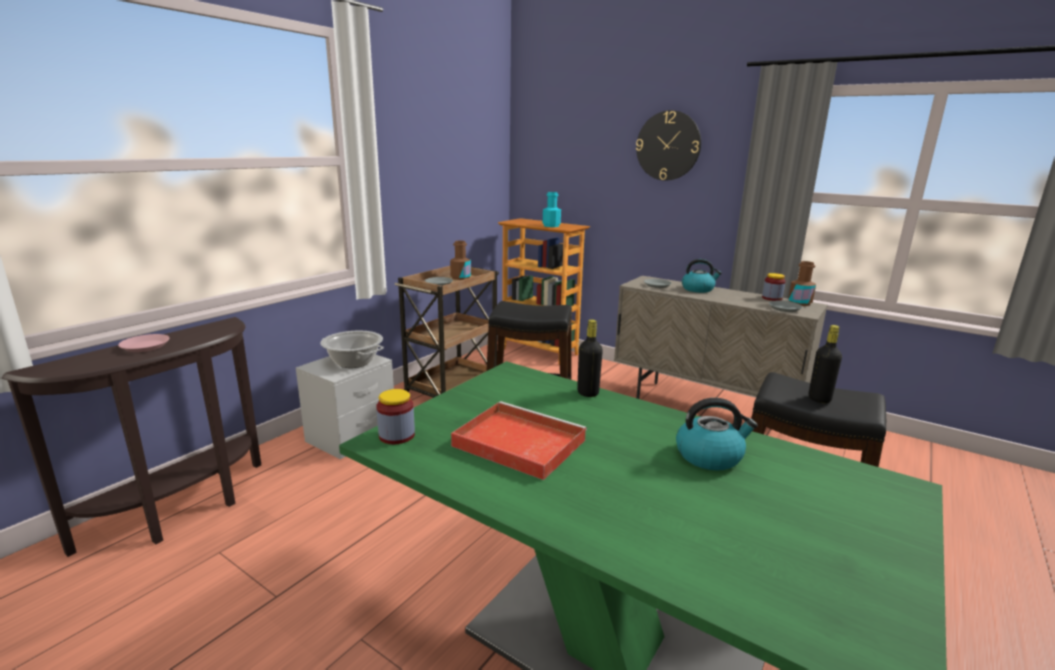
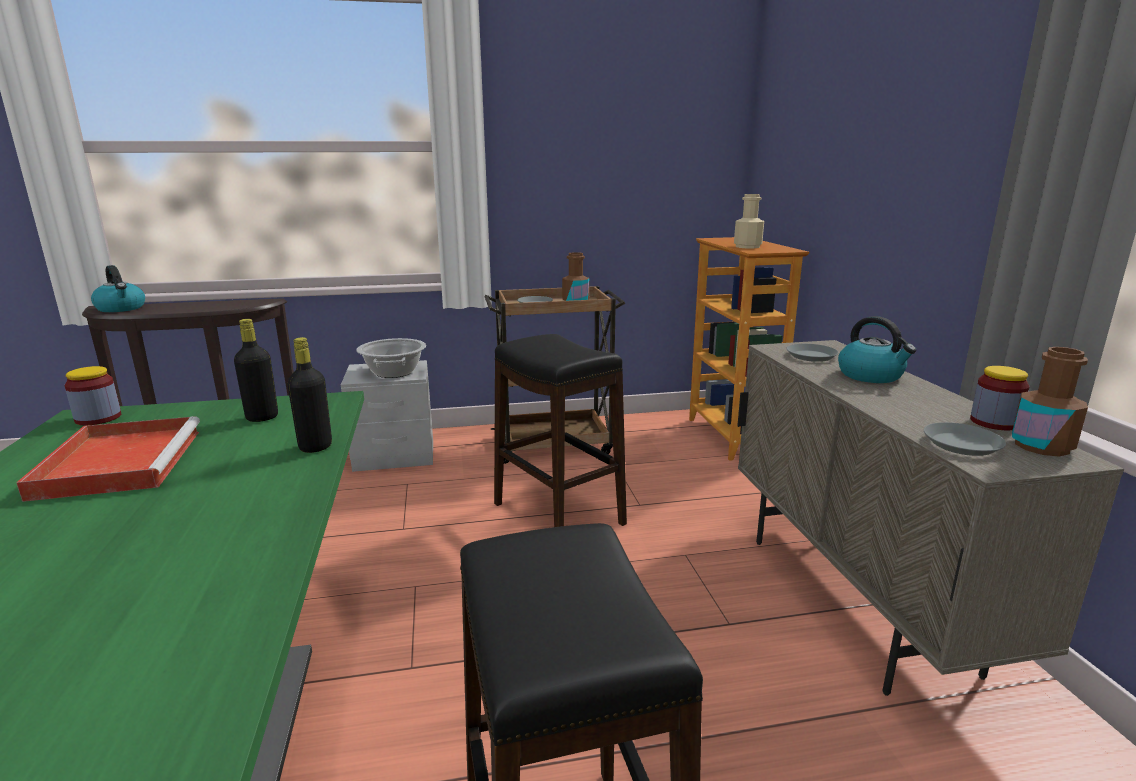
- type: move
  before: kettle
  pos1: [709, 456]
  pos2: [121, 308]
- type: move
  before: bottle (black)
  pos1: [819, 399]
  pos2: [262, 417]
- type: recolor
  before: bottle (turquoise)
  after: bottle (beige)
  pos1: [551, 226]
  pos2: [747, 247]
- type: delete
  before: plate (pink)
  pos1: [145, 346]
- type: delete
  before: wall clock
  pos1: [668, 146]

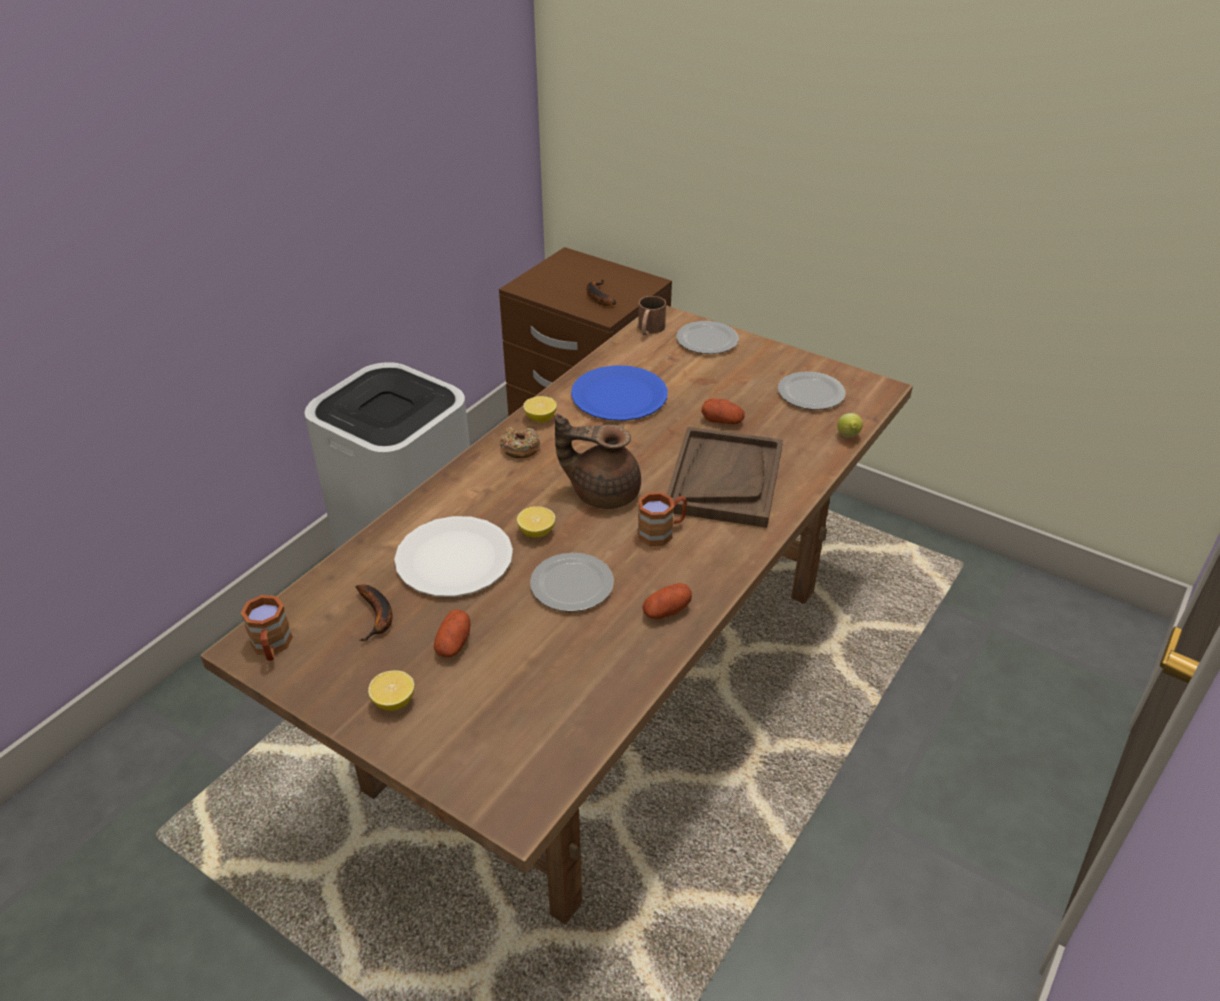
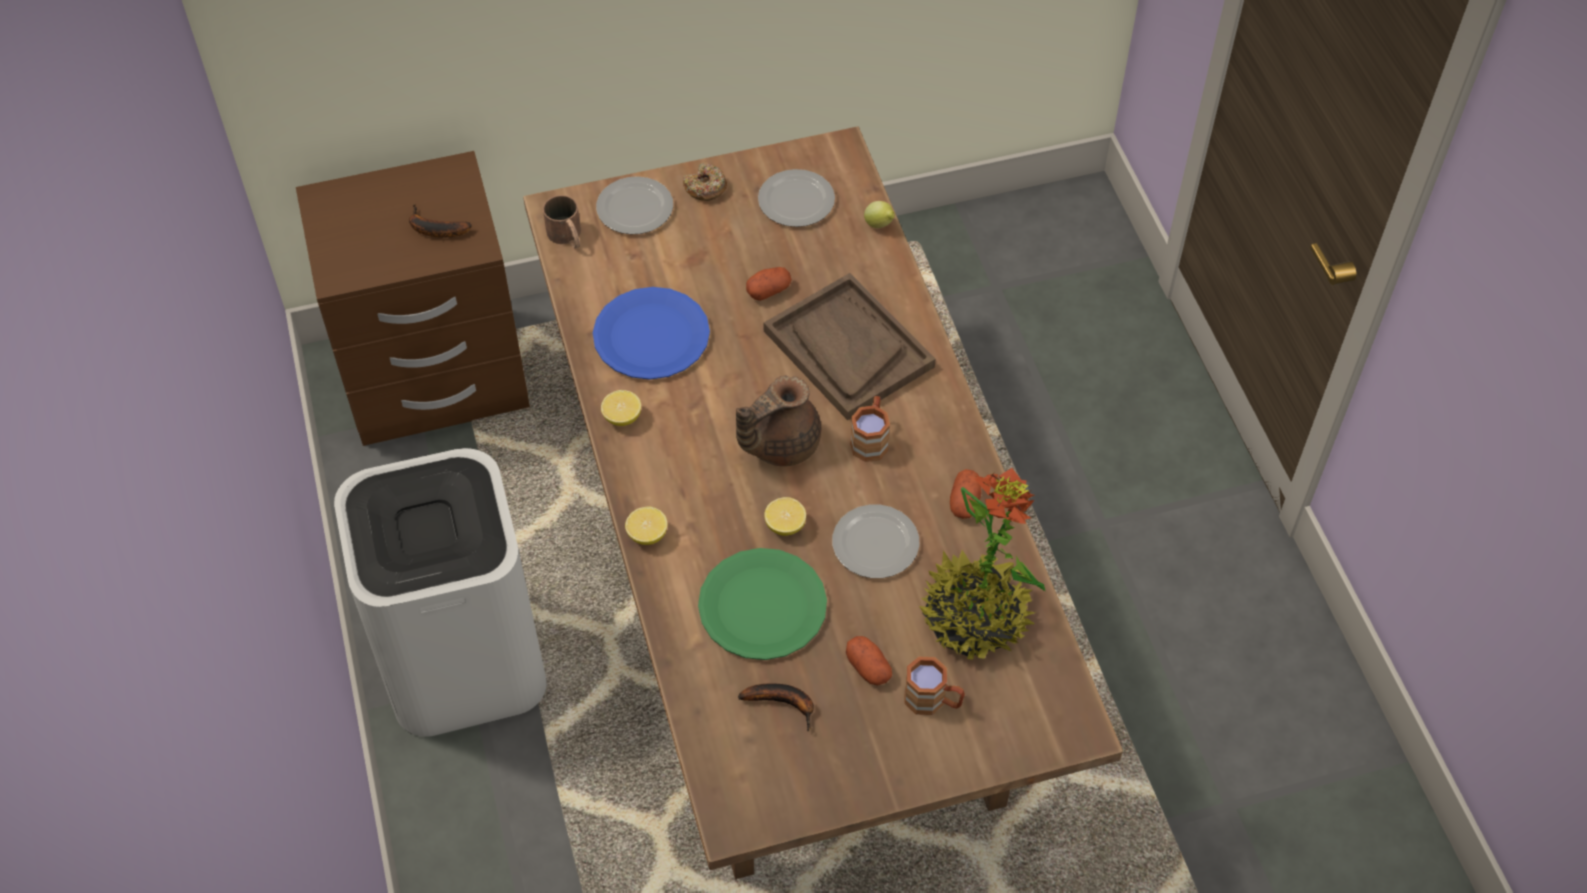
- type: move
  before: lemon
  pos1: [393, 701]
  pos2: [647, 535]
- type: move
  before: donut
  pos1: [520, 448]
  pos2: [705, 188]
- type: recolor
  before: plate (white)
  after: plate (green)
  pos1: [454, 559]
  pos2: [763, 606]
- type: move
  before: mug (brown)
  pos1: [272, 647]
  pos2: [933, 700]
- type: insert
  after: potted plant
  pos2: [975, 618]

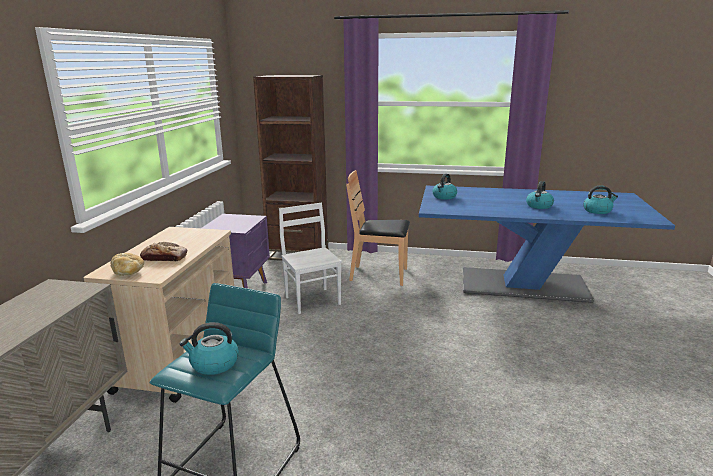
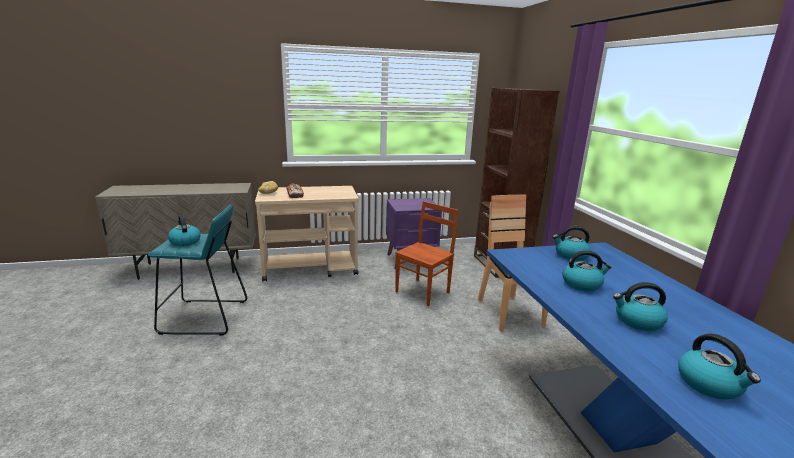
- type: recolor
  before: chair (white)
  after: chair (brown)
  pos1: [313, 300]
  pos2: [423, 292]
- type: insert
  after: kettle
  pos2: [582, 284]

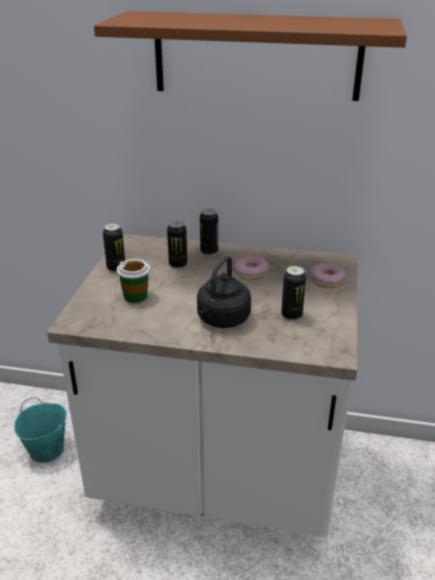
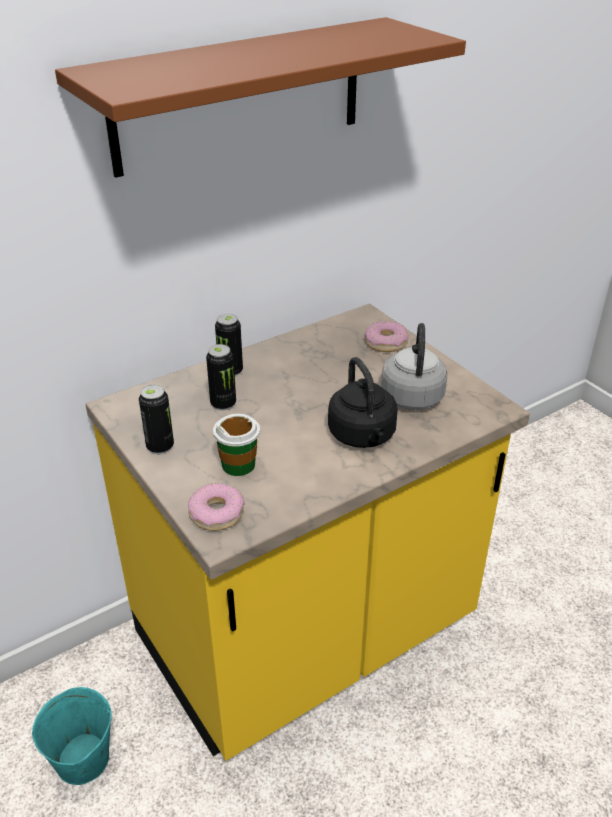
- type: recolor
  before: counter (white)
  after: counter (yellow)
  pos1: [217, 475]
  pos2: [306, 634]
- type: move
  before: donut
  pos1: [250, 272]
  pos2: [216, 513]
- type: replace
  before: can
  after: kettle (grey)
  pos1: [291, 315]
  pos2: [412, 395]

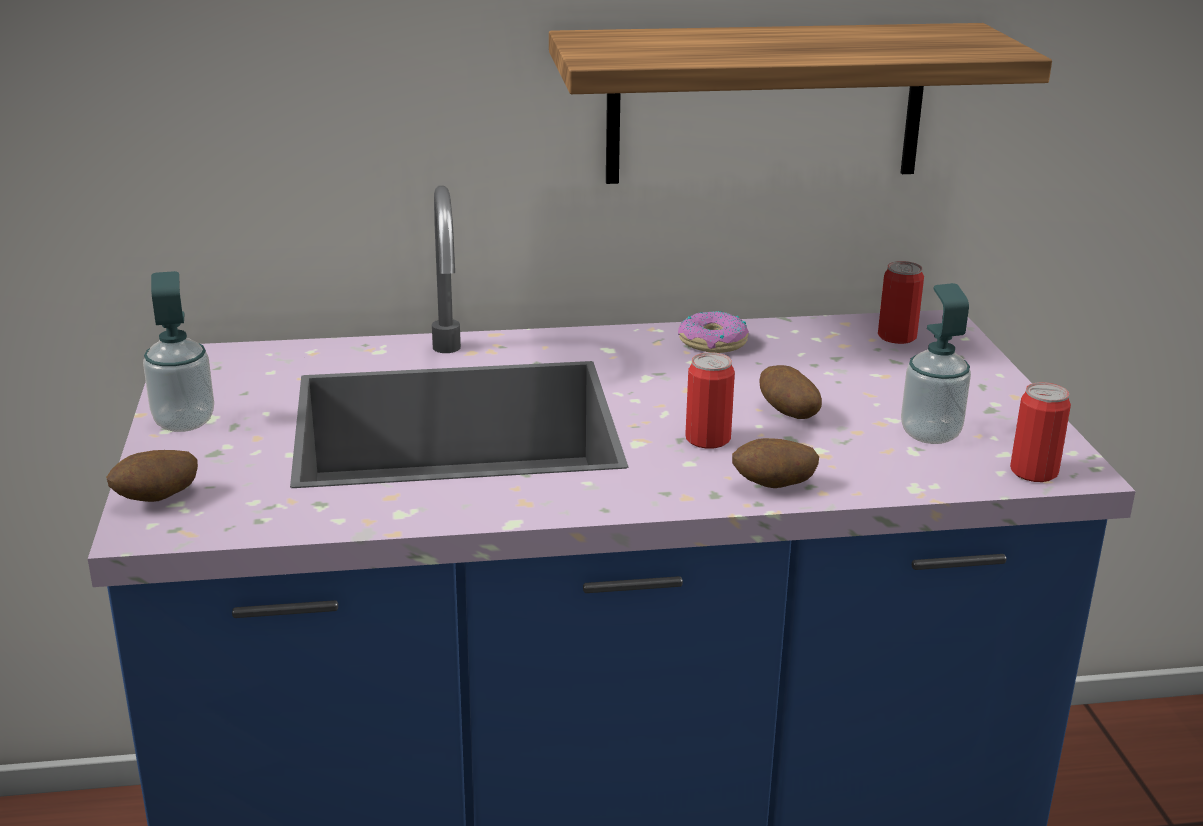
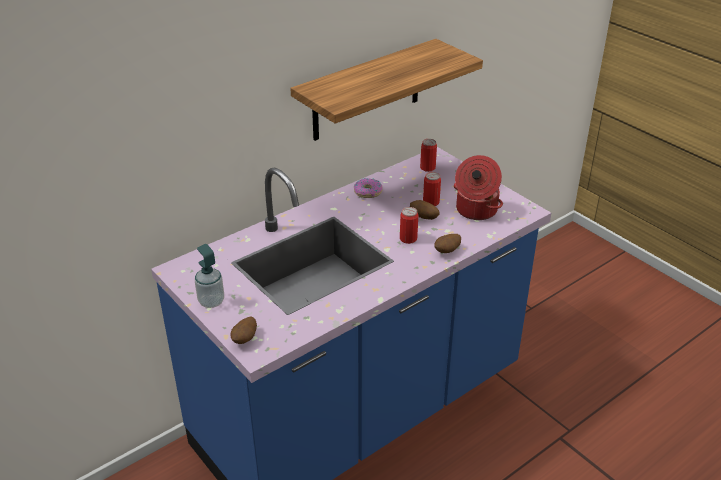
- type: move
  before: can
  pos1: [1034, 472]
  pos2: [431, 202]
- type: replace
  before: soap dispenser
  after: cooking pot
  pos1: [930, 434]
  pos2: [475, 210]

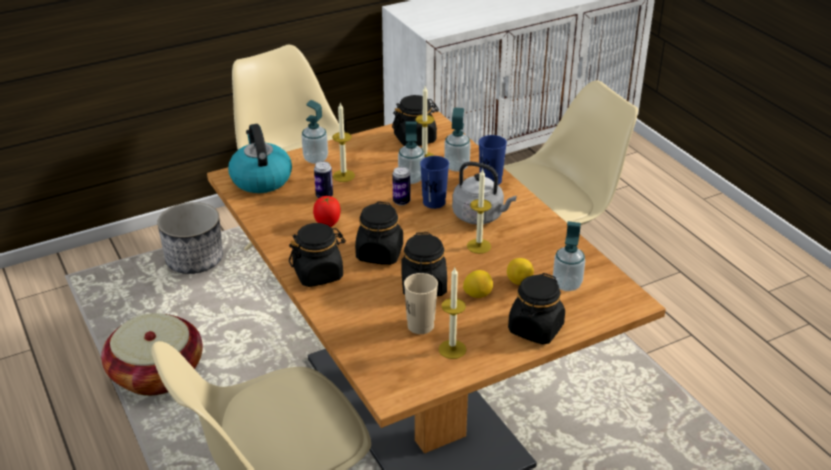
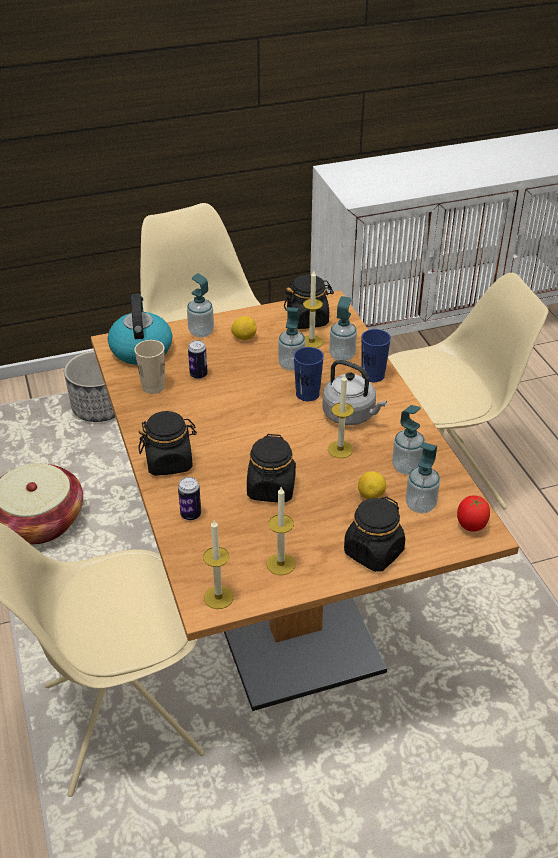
- type: move
  before: cup (beige)
  pos1: [420, 326]
  pos2: [153, 387]
- type: move
  before: can
  pos1: [401, 202]
  pos2: [191, 515]
- type: move
  before: candle
  pos1: [343, 176]
  pos2: [218, 597]
- type: move
  before: lemon
  pos1: [477, 294]
  pos2: [244, 337]
- type: insert
  after: soap dispenser
  pos2: [406, 467]
- type: move
  before: tomato
  pos1: [327, 224]
  pos2: [471, 526]
- type: delete
  before: jar (black)
  pos1: [379, 254]

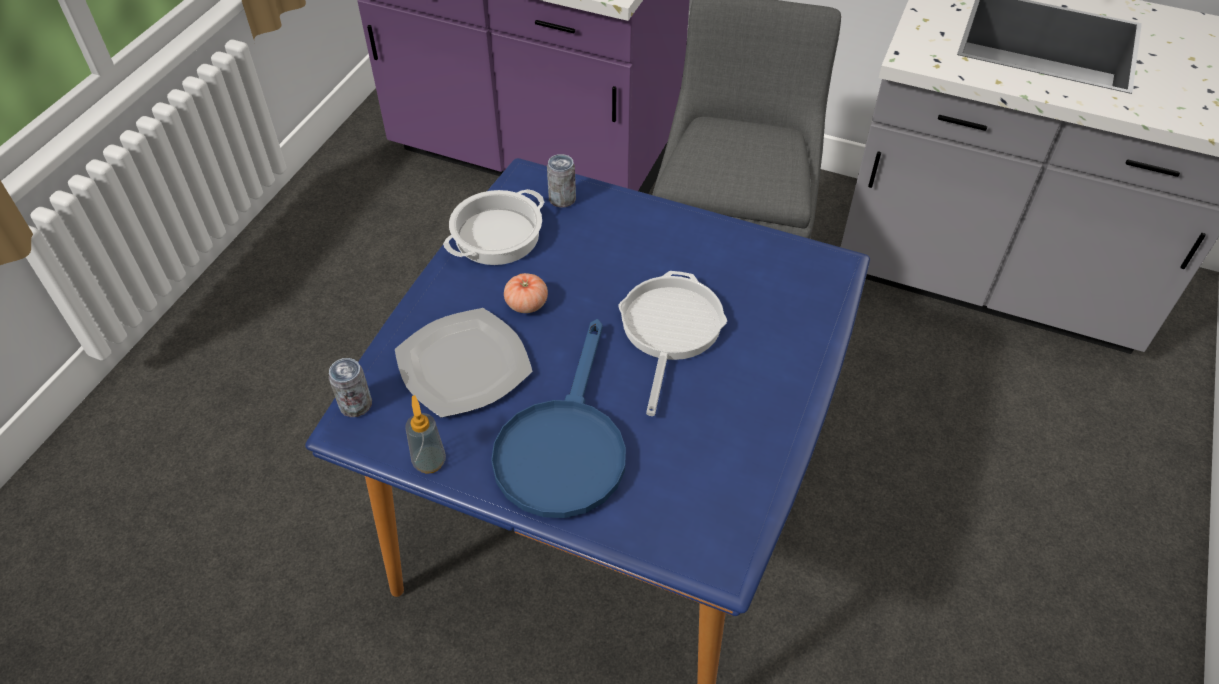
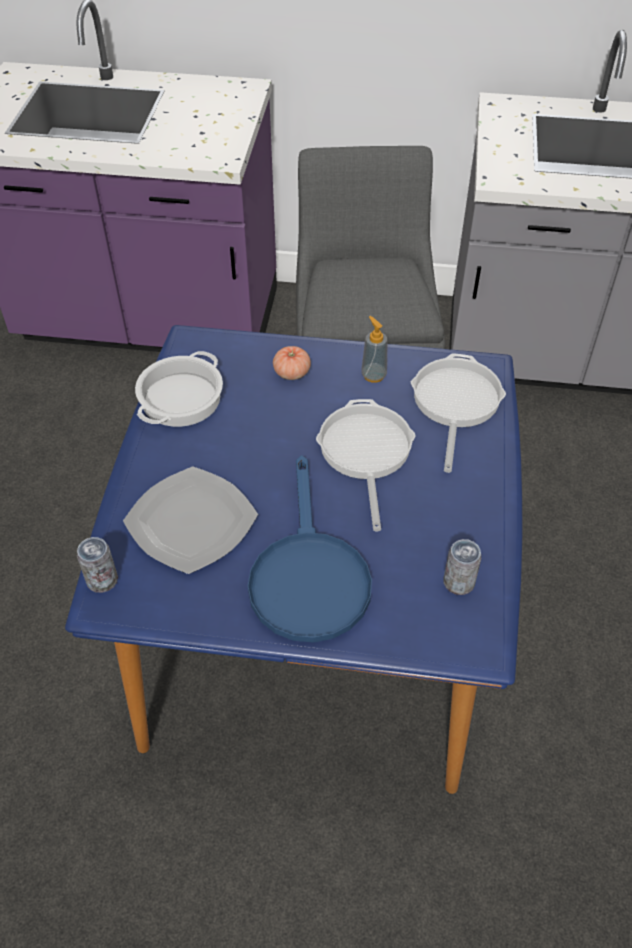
- type: move
  before: tomato
  pos1: [526, 303]
  pos2: [292, 372]
- type: move
  before: soap dispenser
  pos1: [429, 461]
  pos2: [373, 375]
- type: insert
  after: frying pan
  pos2: [455, 403]
- type: move
  before: can
  pos1: [562, 199]
  pos2: [458, 582]

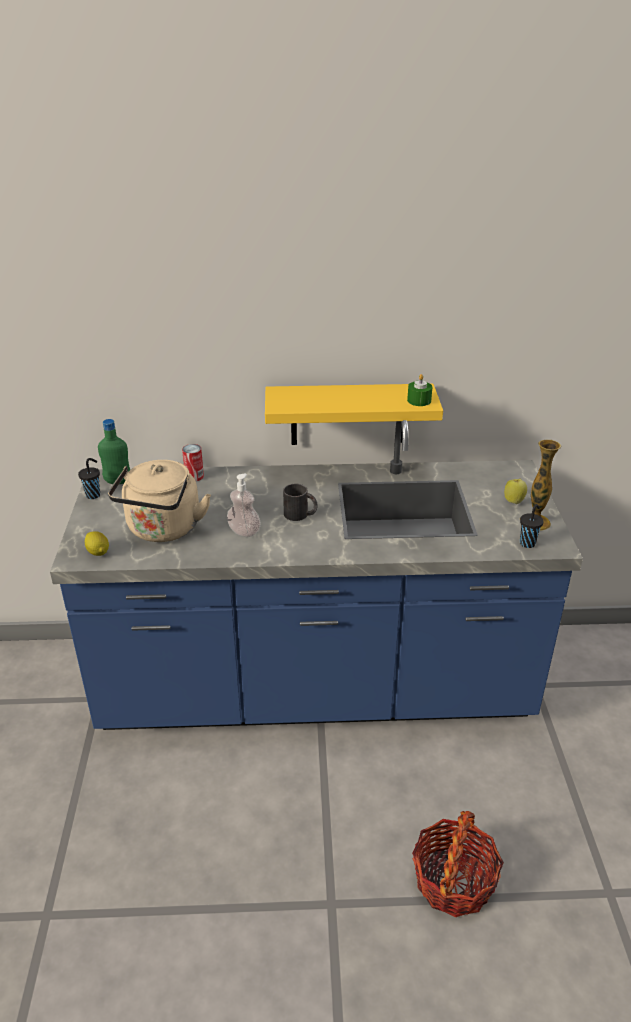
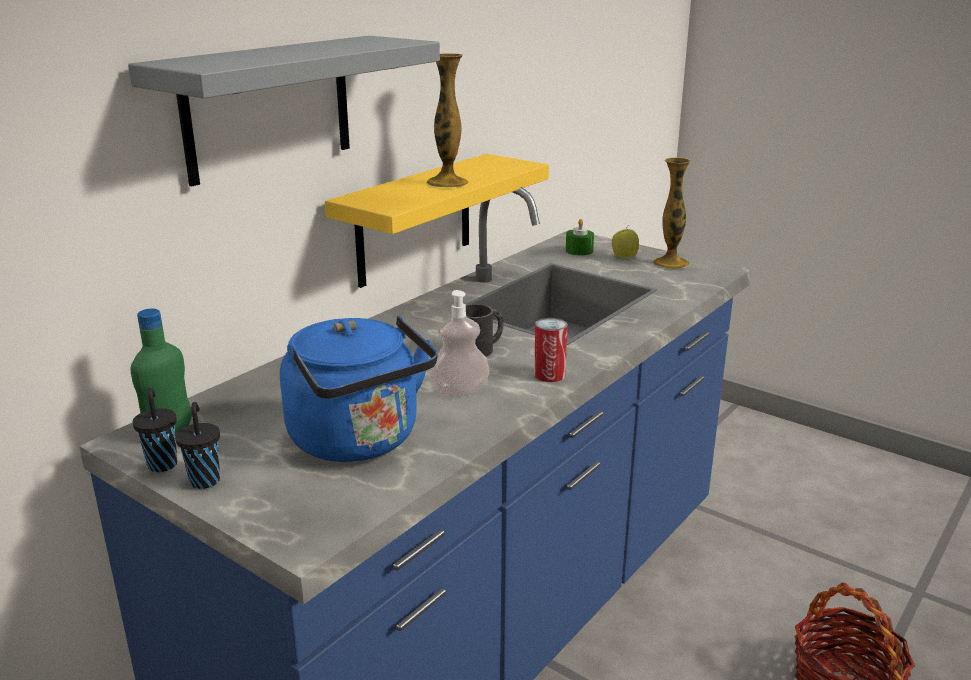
- type: insert
  after: shelf (grey)
  pos2: [268, 108]
- type: move
  before: cup (black)
  pos1: [527, 543]
  pos2: [205, 480]
- type: recolor
  before: kettle (beige)
  after: kettle (blue)
  pos1: [163, 530]
  pos2: [359, 441]
- type: insert
  after: vase
  pos2: [447, 183]
- type: move
  before: can
  pos1: [194, 476]
  pos2: [549, 375]
- type: move
  before: candle (green)
  pos1: [419, 400]
  pos2: [579, 250]
- type: delete
  before: lemon
  pos1: [98, 552]

